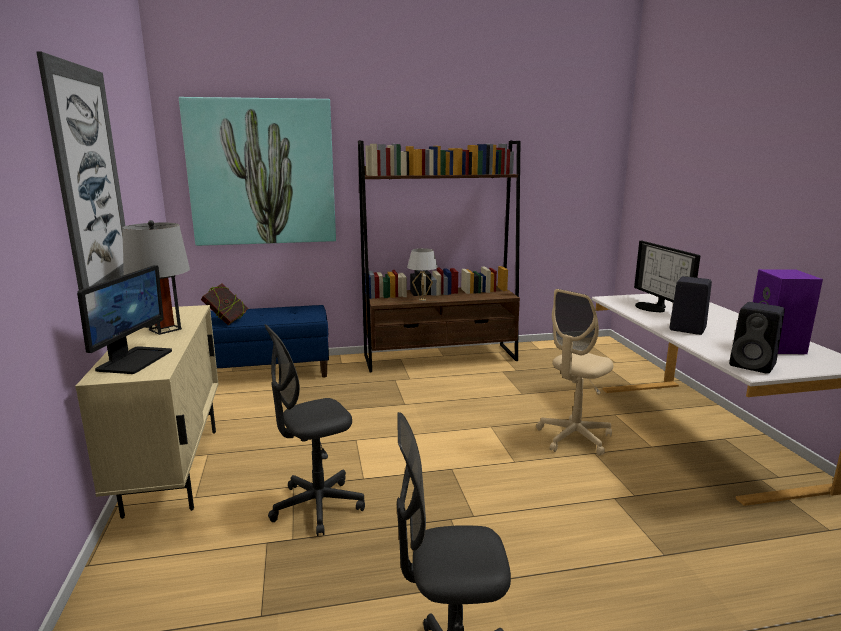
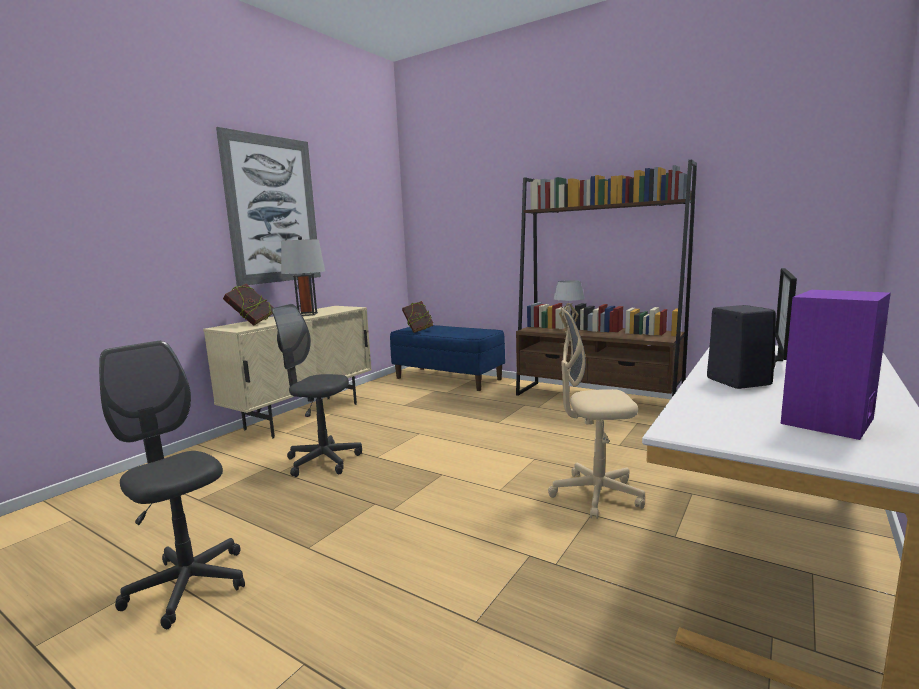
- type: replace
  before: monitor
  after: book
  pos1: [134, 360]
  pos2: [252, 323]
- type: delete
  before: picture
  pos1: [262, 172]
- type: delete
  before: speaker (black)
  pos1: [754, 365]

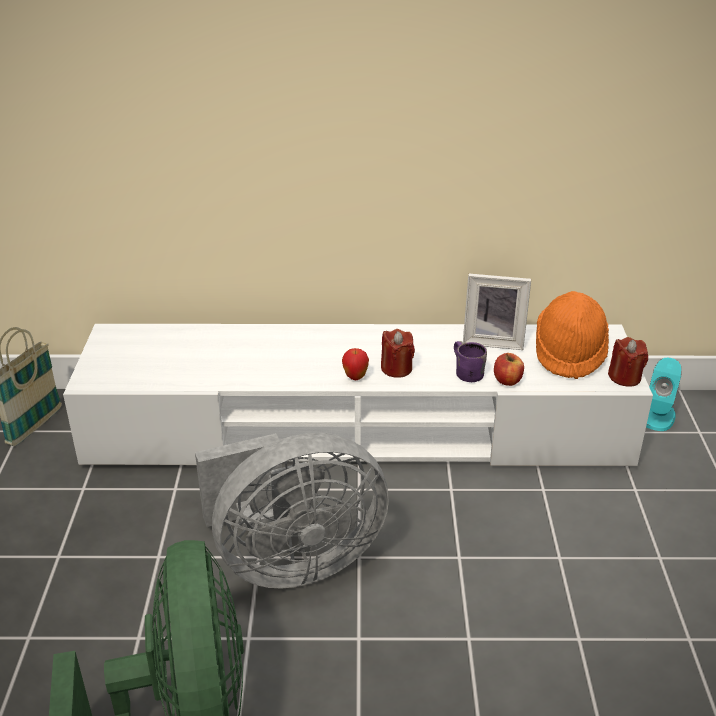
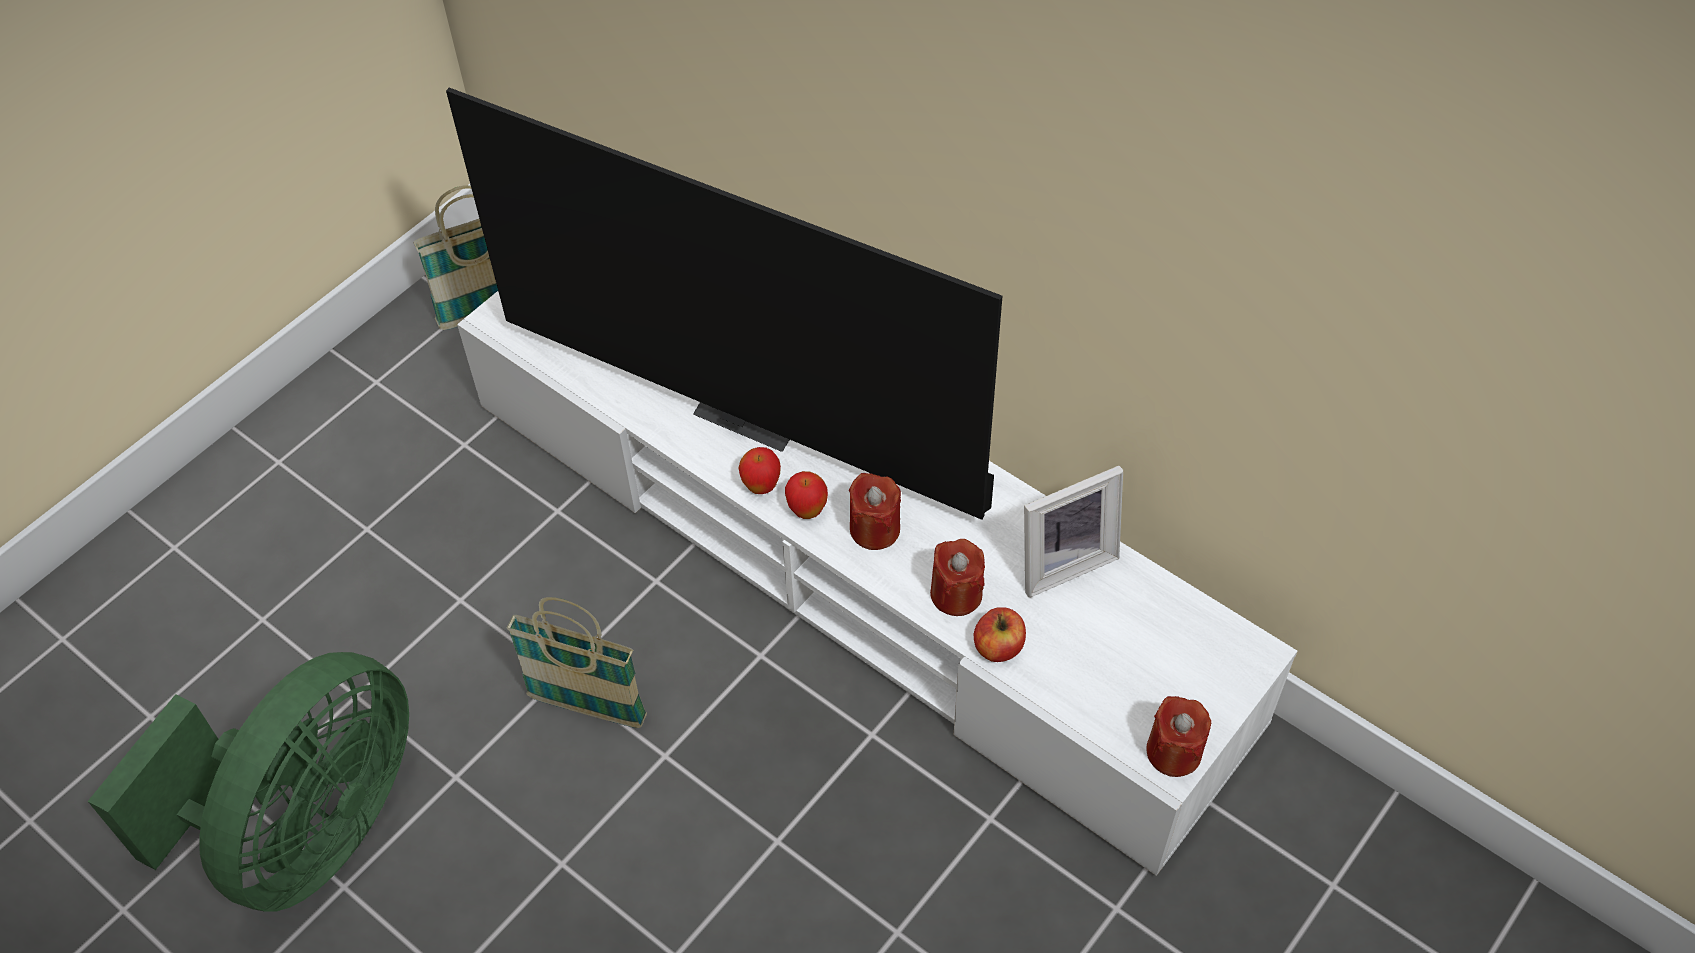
- type: insert
  after: television
  pos2: [755, 409]
- type: replace
  before: fan (grey)
  after: basket
  pos1: [291, 561]
  pos2: [587, 708]
- type: insert
  after: apple
  pos2: [761, 486]
- type: replace
  before: mug (purple)
  after: candle (red)
  pos1: [464, 372]
  pos2: [956, 594]
- type: rotate
  before: picture frame
  pos1: [493, 340]
  pos2: [1062, 561]
  turn: -75
- type: delete
  before: hat (orange)
  pos1: [569, 353]
- type: delete
  before: speaker (turquoise)
  pos1: [658, 416]

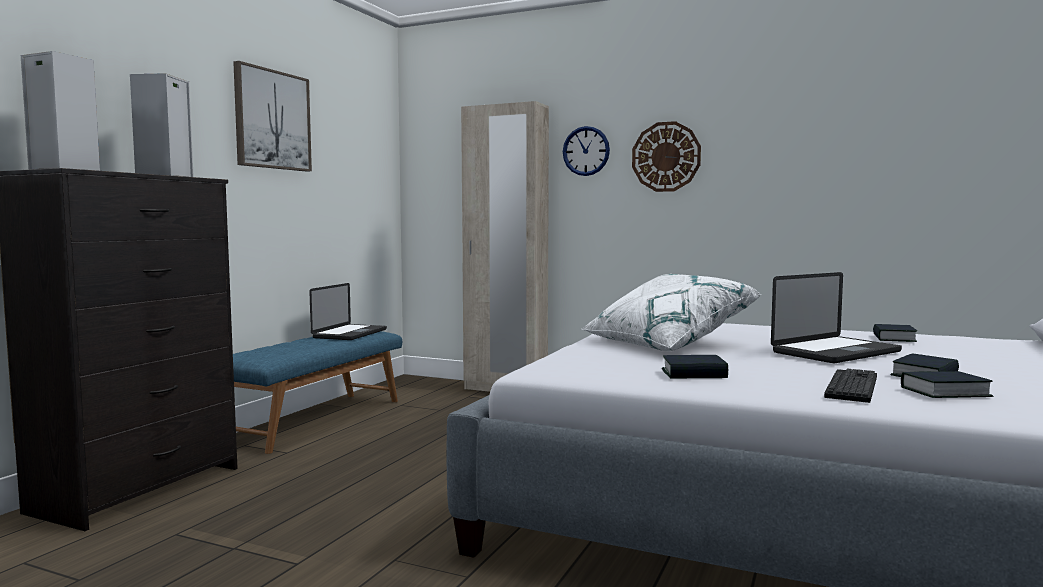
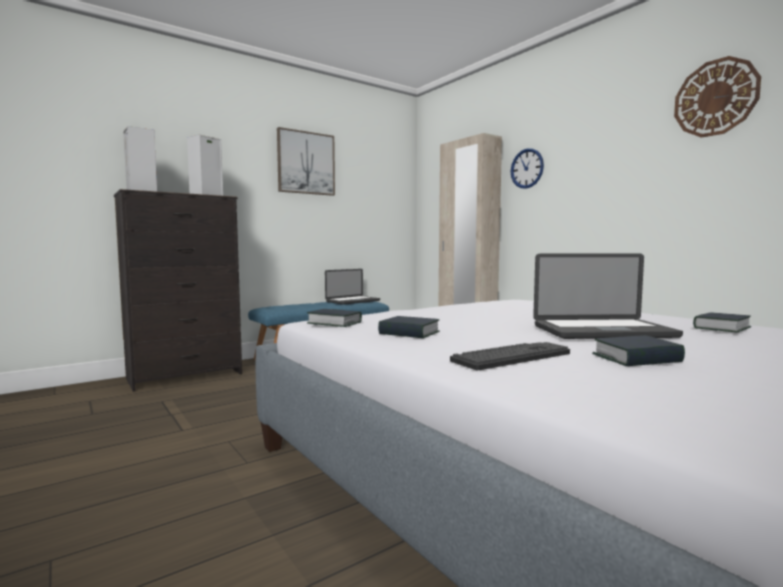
- type: move
  before: book
  pos1: [944, 392]
  pos2: [334, 323]
- type: move
  before: wall clock
  pos1: [666, 157]
  pos2: [715, 98]
- type: delete
  before: pillow (white)
  pos1: [665, 343]

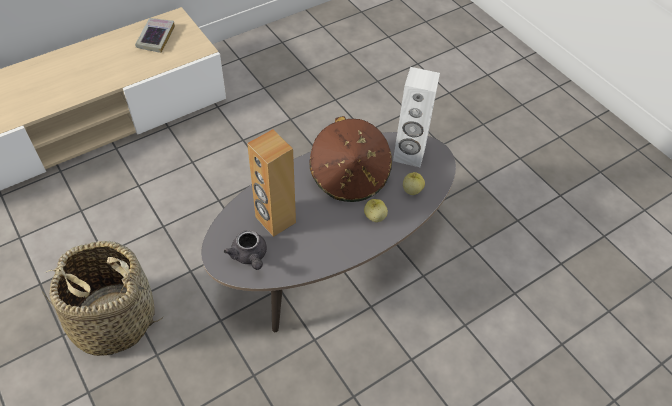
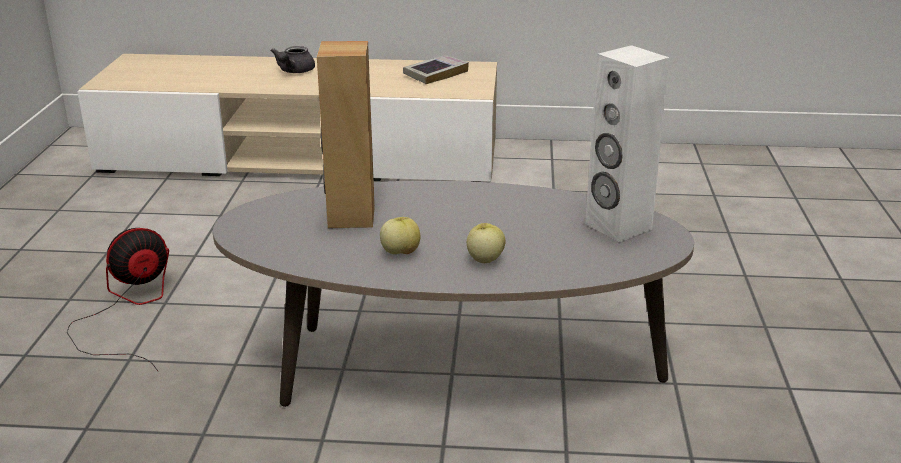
- type: replace
  before: basket
  after: fan
  pos1: [113, 319]
  pos2: [130, 309]
- type: move
  before: teapot (grey)
  pos1: [249, 256]
  pos2: [294, 71]
- type: move
  before: apple
  pos1: [412, 190]
  pos2: [400, 252]
- type: delete
  before: hat (brown)
  pos1: [350, 177]

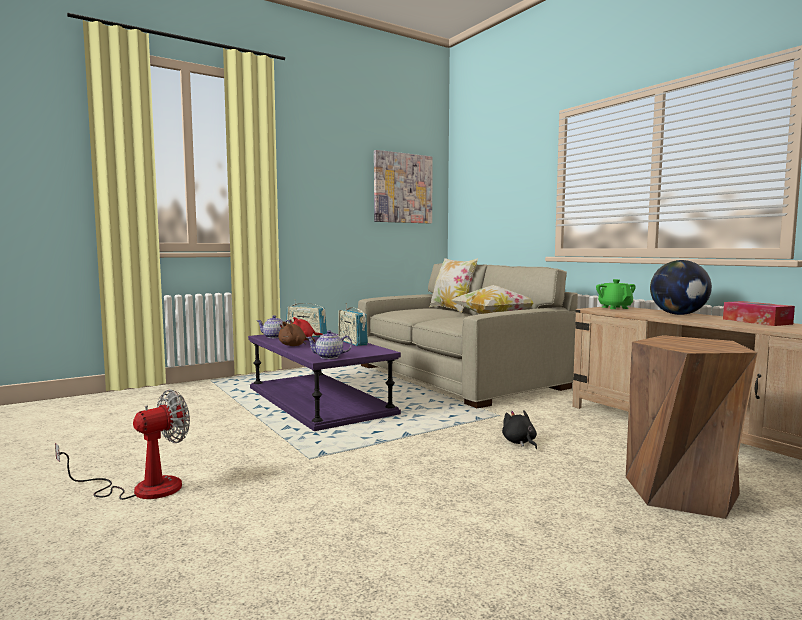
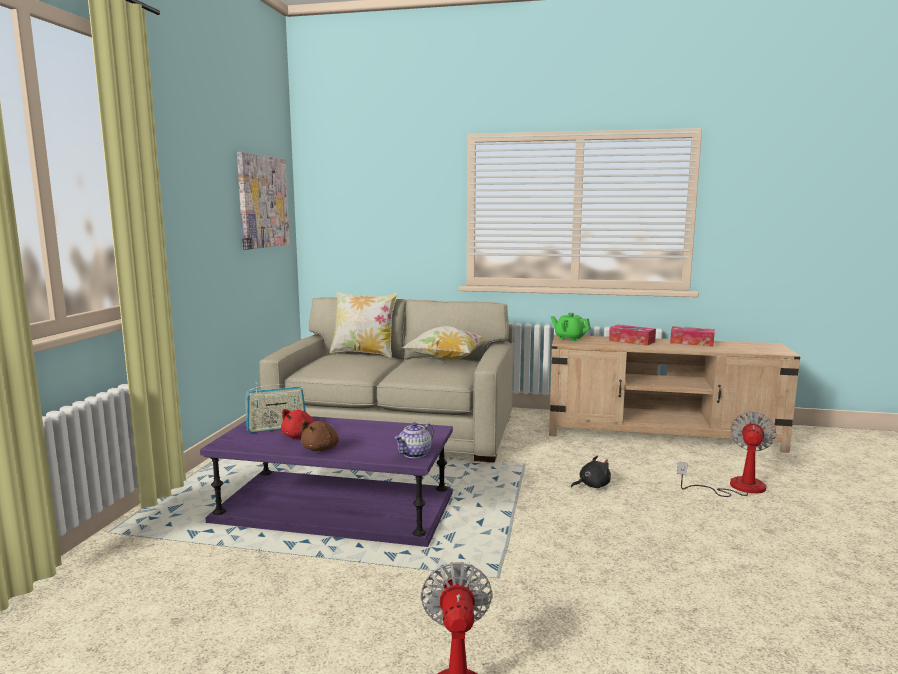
- type: rotate
  before: plush toy (black)
  pos1: [519, 442]
  pos2: [592, 485]
  turn: 135
- type: replace
  before: globe
  after: tissue box
  pos1: [678, 314]
  pos2: [631, 341]
- type: replace
  before: stool (brown)
  after: fan
  pos1: [682, 492]
  pos2: [736, 487]
- type: delete
  before: teapot
  pos1: [274, 337]
- type: delete
  before: radio
  pos1: [352, 342]

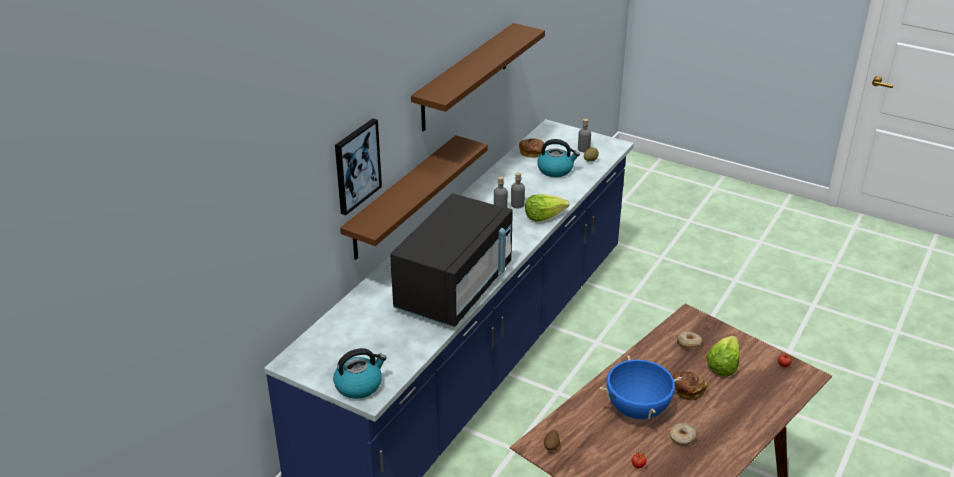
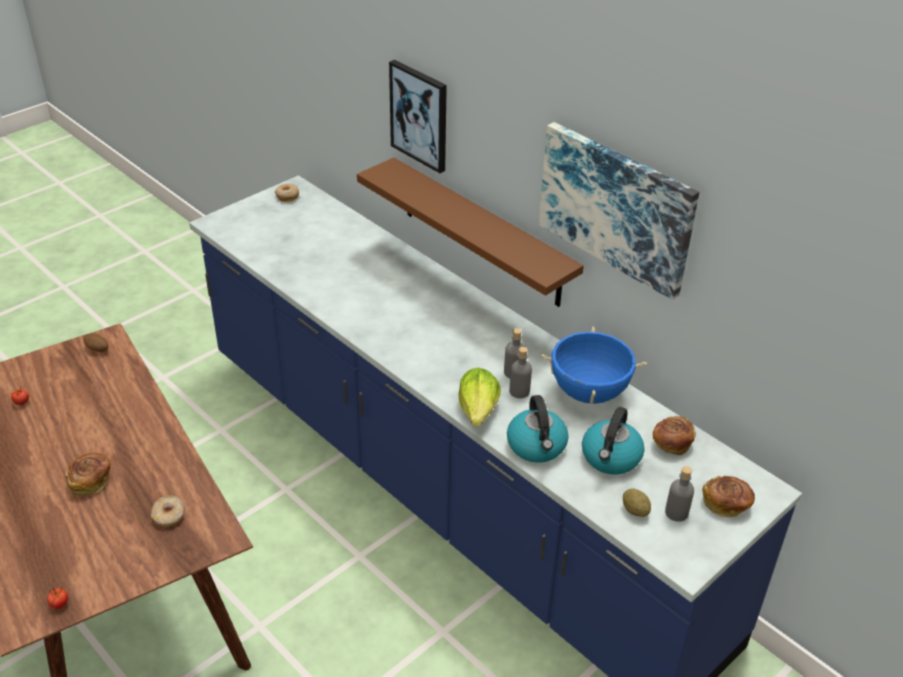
- type: move
  before: donut
  pos1: [682, 438]
  pos2: [287, 196]
- type: move
  before: kettle
  pos1: [359, 385]
  pos2: [537, 446]
- type: replace
  before: shelf (brown)
  after: picture
  pos1: [465, 77]
  pos2: [617, 207]
- type: move
  before: cooking pot (blue)
  pos1: [637, 409]
  pos2: [589, 393]
- type: insert
  after: bread
  pos2: [726, 504]
- type: delete
  before: microwave (black)
  pos1: [454, 288]
- type: delete
  before: lettuce
  pos1: [722, 365]

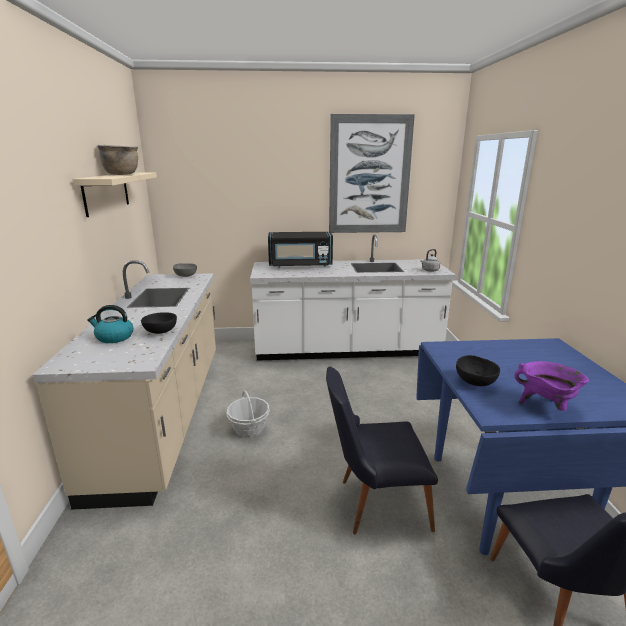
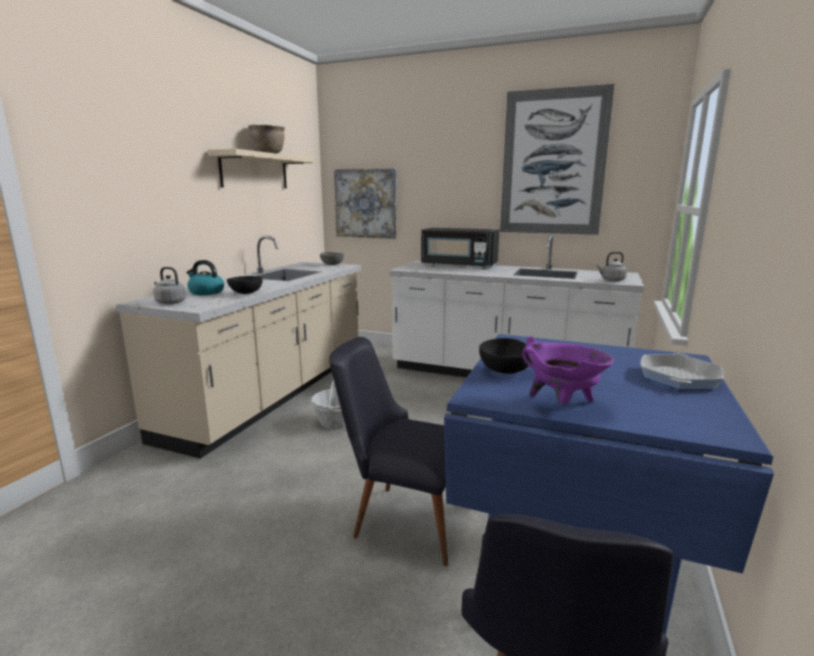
- type: insert
  after: kettle (grey)
  pos2: [170, 302]
- type: insert
  after: picture
  pos2: [366, 203]
- type: insert
  after: frying pan
  pos2: [678, 377]

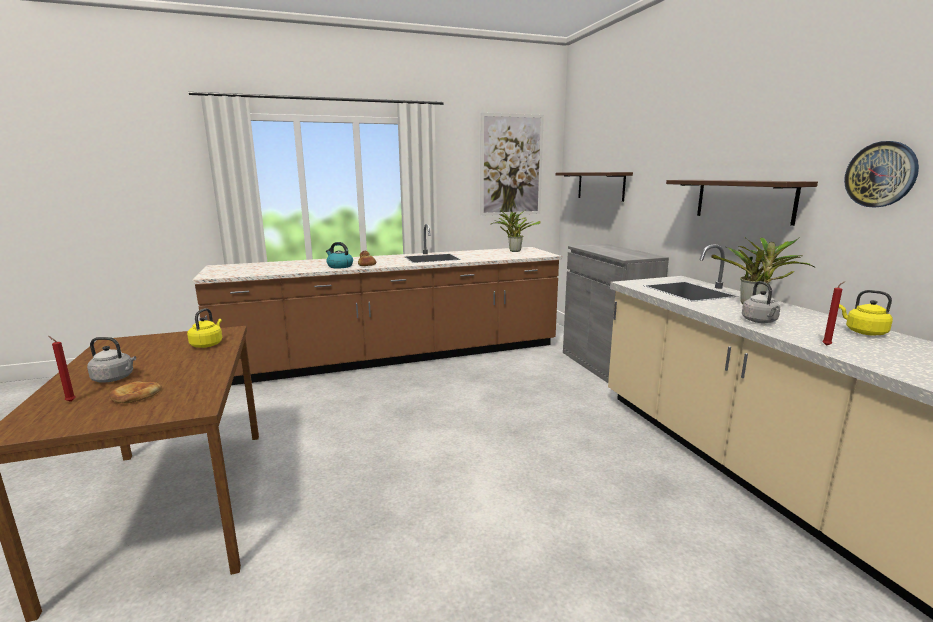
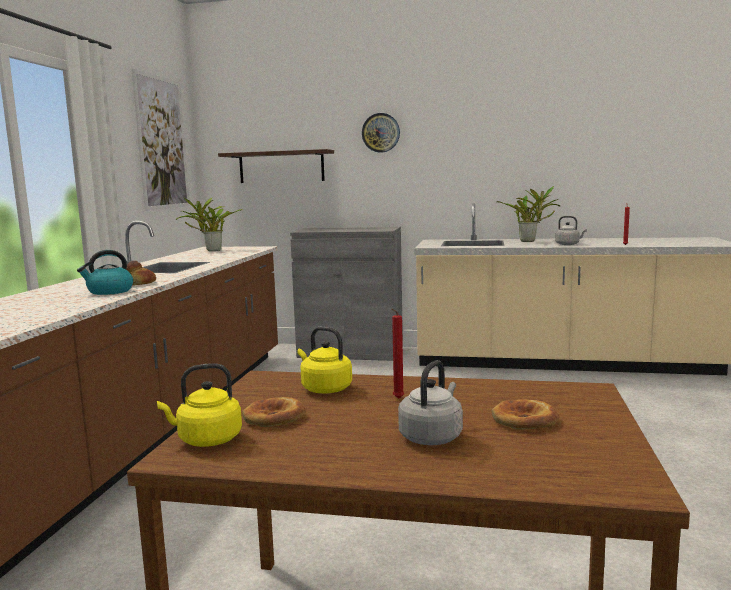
- type: move
  before: kettle (yellow)
  pos1: [863, 332]
  pos2: [206, 440]
- type: insert
  after: bread
  pos2: [274, 417]
- type: move
  before: wall clock
  pos1: [881, 174]
  pos2: [381, 132]
- type: move
  before: candle (red)
  pos1: [69, 401]
  pos2: [397, 399]
- type: delete
  before: shelf
  pos1: [743, 200]

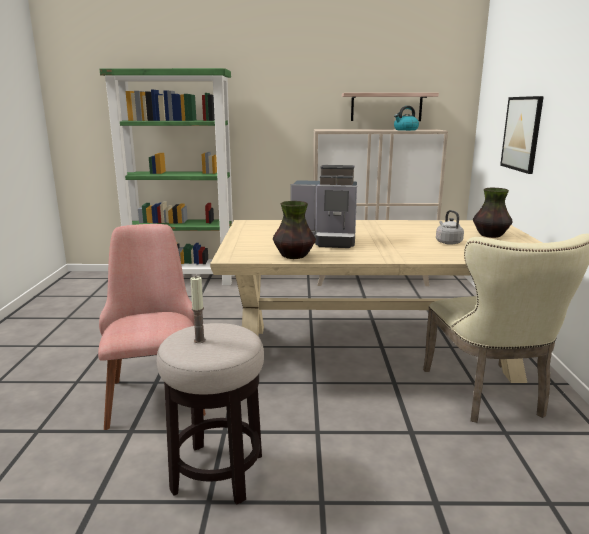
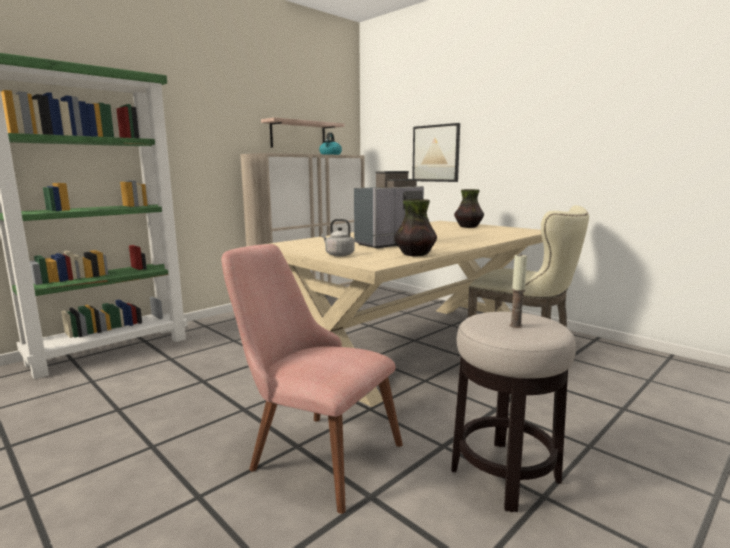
- type: move
  before: kettle (grey)
  pos1: [447, 242]
  pos2: [338, 255]

